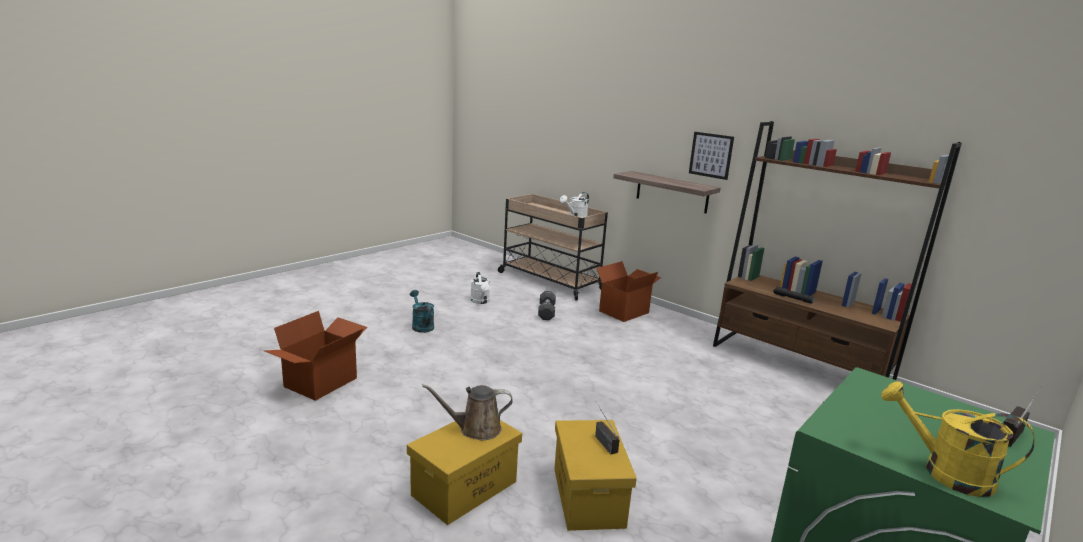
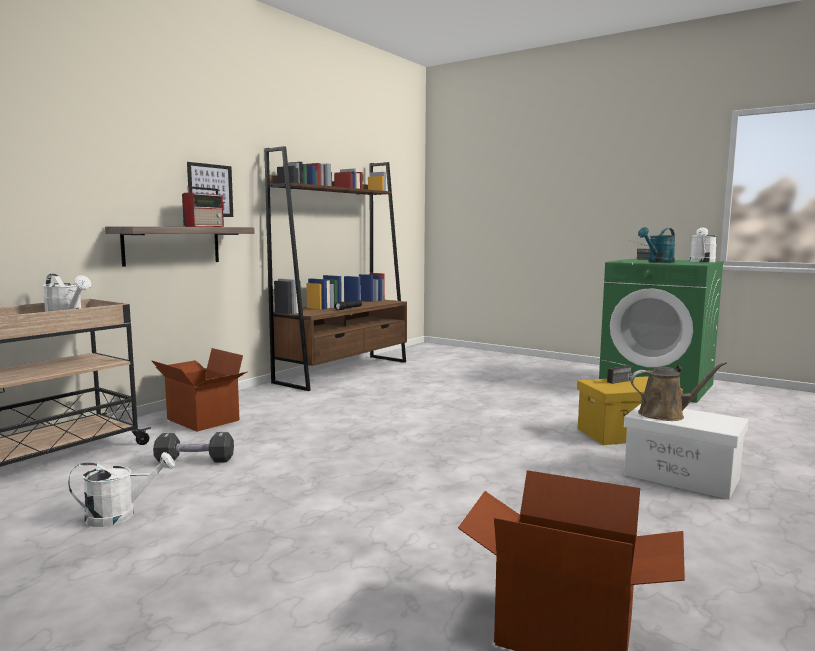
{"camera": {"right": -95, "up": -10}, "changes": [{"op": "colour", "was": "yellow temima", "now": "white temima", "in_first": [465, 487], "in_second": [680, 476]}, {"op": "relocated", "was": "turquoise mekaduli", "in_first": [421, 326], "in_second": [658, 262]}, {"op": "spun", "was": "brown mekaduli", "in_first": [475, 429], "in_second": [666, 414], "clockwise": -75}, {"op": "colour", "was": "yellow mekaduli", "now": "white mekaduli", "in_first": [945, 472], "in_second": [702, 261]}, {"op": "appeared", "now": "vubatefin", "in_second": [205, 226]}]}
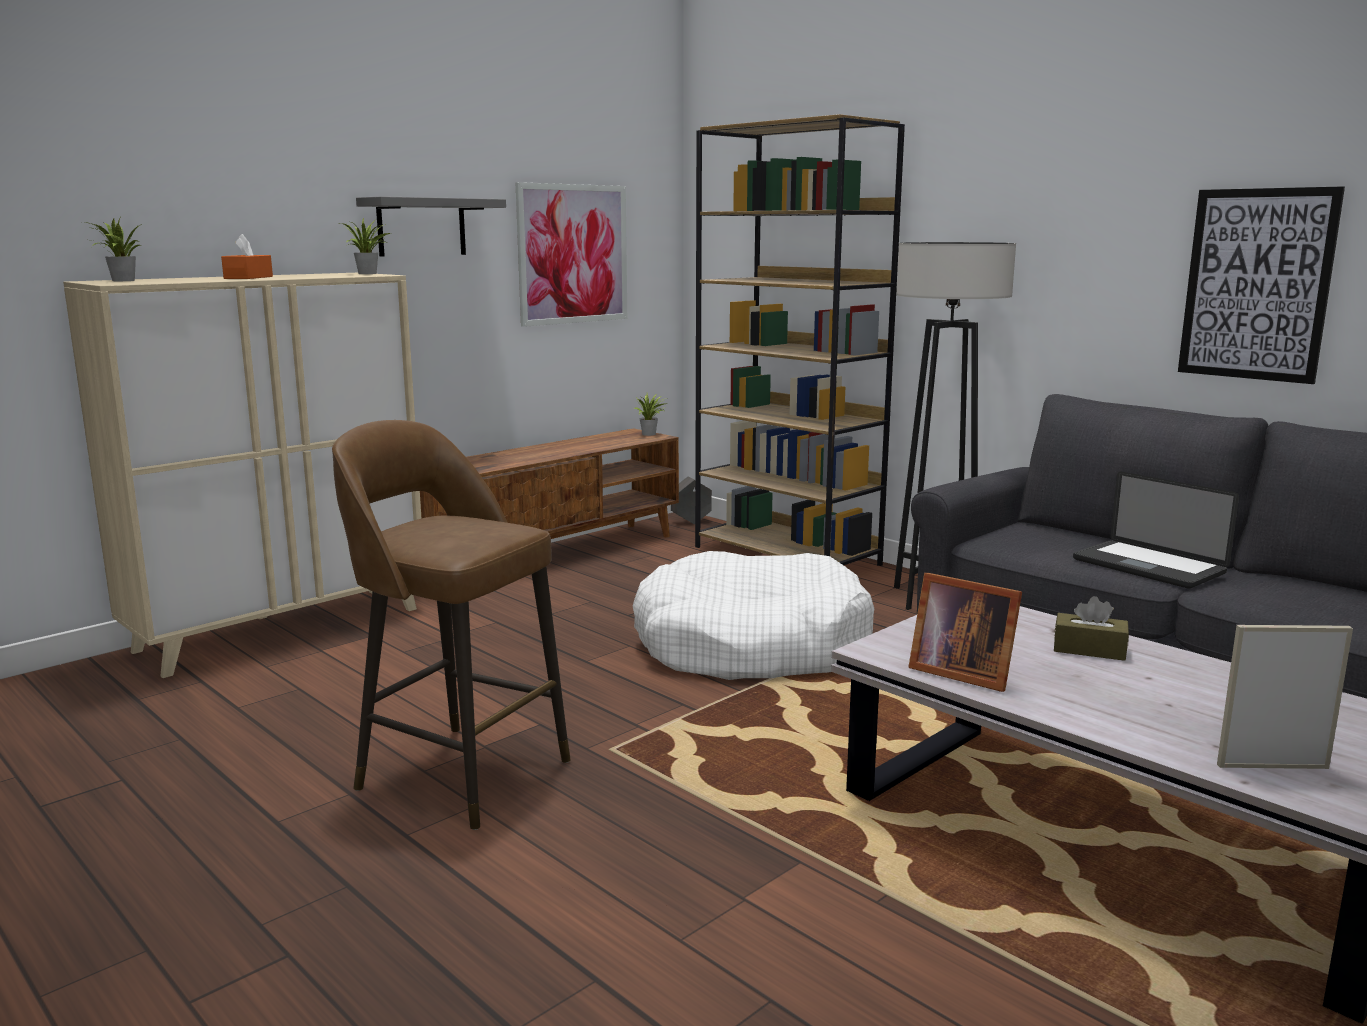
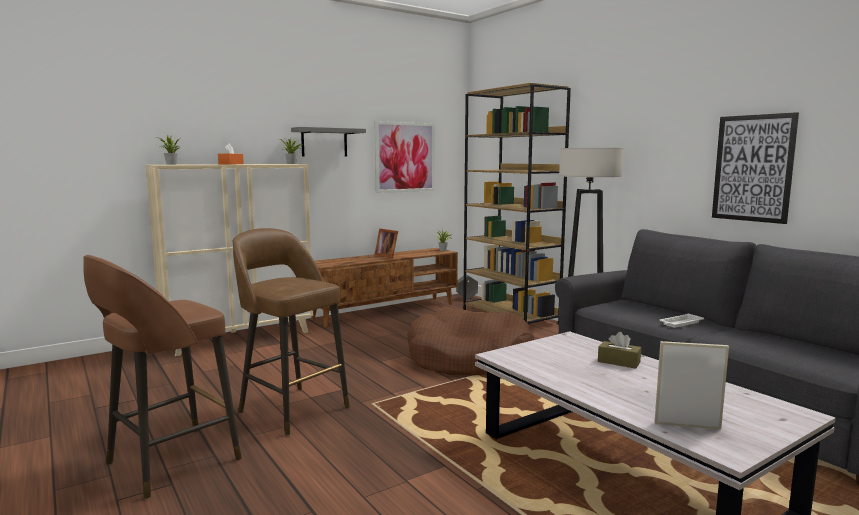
{"camera": {"right": 10, "up": -5}, "changes": [{"op": "colour", "was": "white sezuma", "now": "brown sezuma", "in_first": [751, 646], "in_second": [470, 359]}, {"op": "relocated", "was": "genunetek", "in_first": [959, 672], "in_second": [387, 255]}, {"op": "exchanged", "was": "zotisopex", "now": "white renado", "in_first": [1148, 566], "in_second": [680, 323]}, {"op": "appeared", "now": "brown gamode", "in_second": [169, 462]}]}
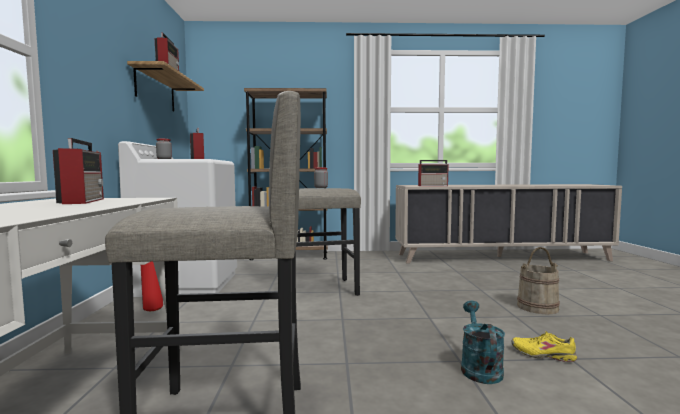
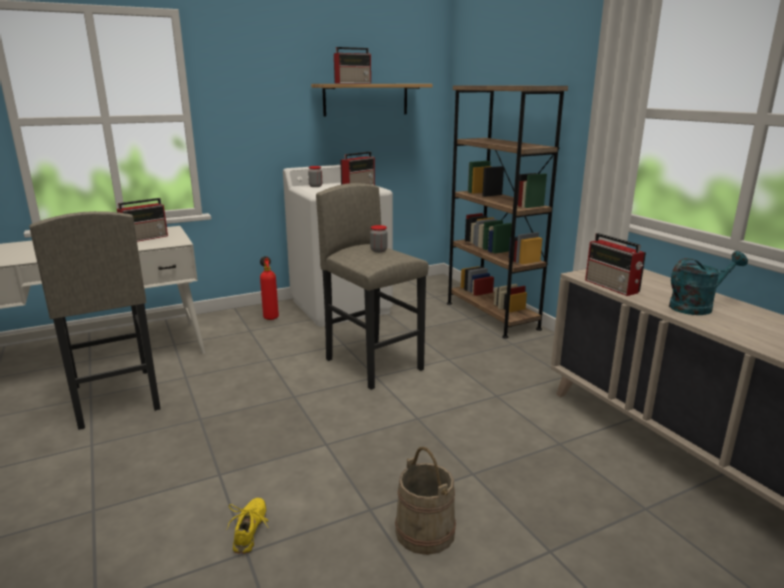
{"camera": {"right": 65, "up": 15}, "changes": [{"op": "relocated", "was": "turquoise mekaduli", "in_first": [479, 367], "in_second": [696, 306]}]}
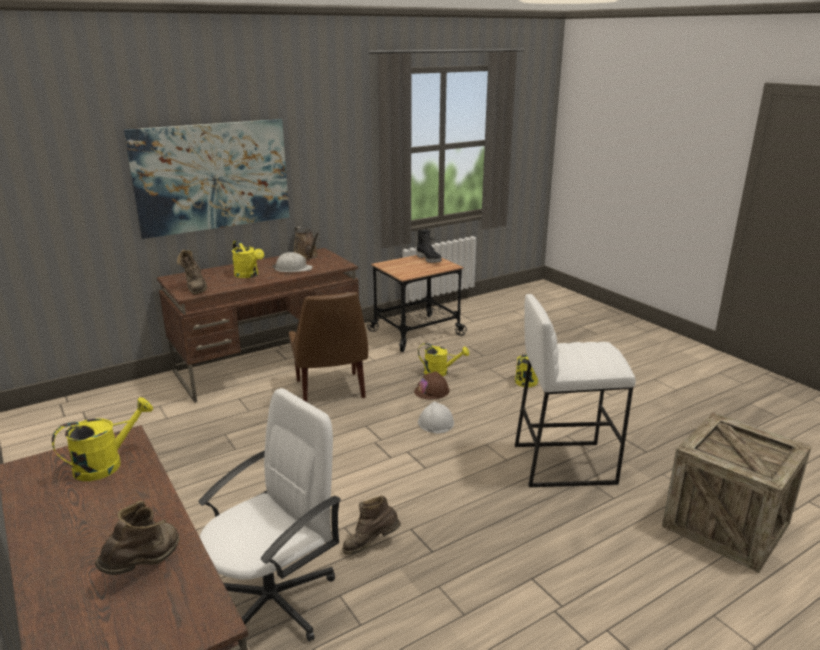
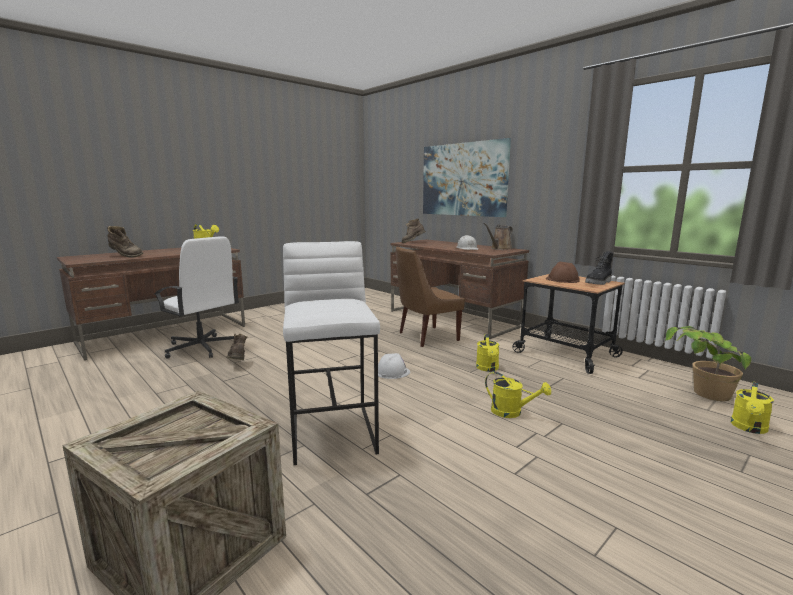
{"camera": {"right": 80, "up": -10}, "changes": [{"op": "relocated", "was": "yellow mekaduli", "in_first": [248, 275], "in_second": [749, 428]}, {"op": "relocated", "was": "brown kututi", "in_first": [432, 391], "in_second": [562, 280]}, {"op": "appeared", "now": "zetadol", "in_second": [697, 395]}]}
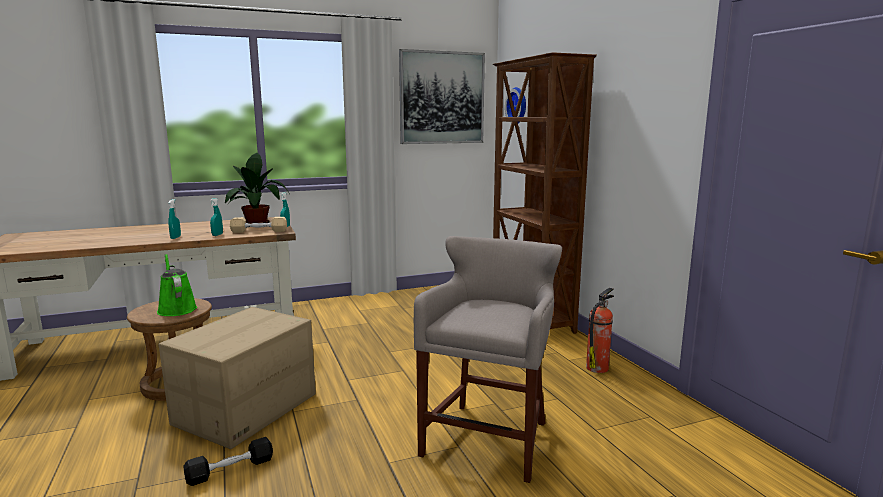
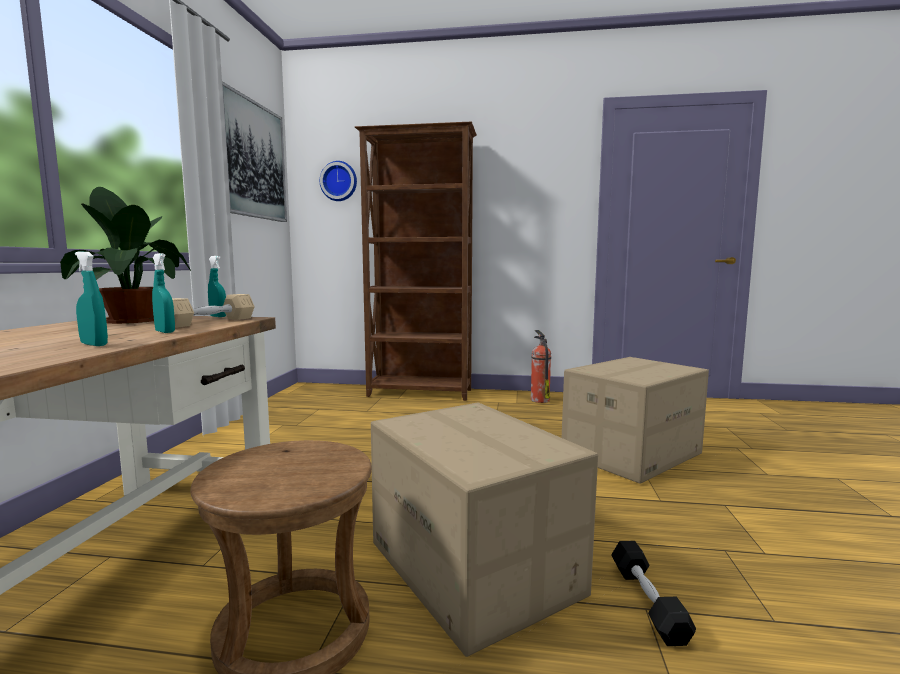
{"camera": {"right": -60, "up": -5}, "changes": [{"op": "missing", "was": "green mekaduli", "in_first": [176, 309]}, {"op": "exchanged", "was": "grey gamode", "now": "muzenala", "in_first": [489, 437], "in_second": [630, 453]}]}
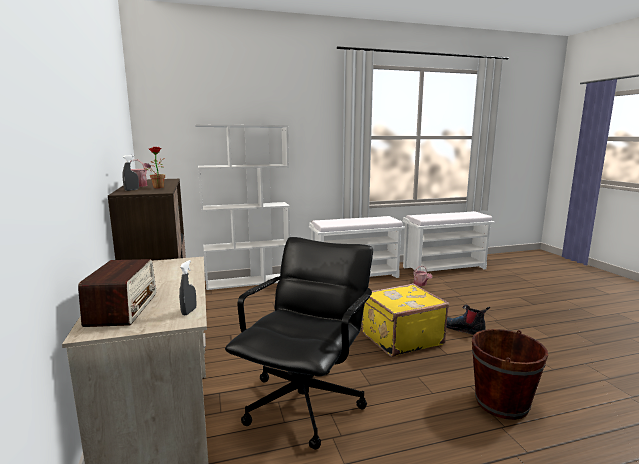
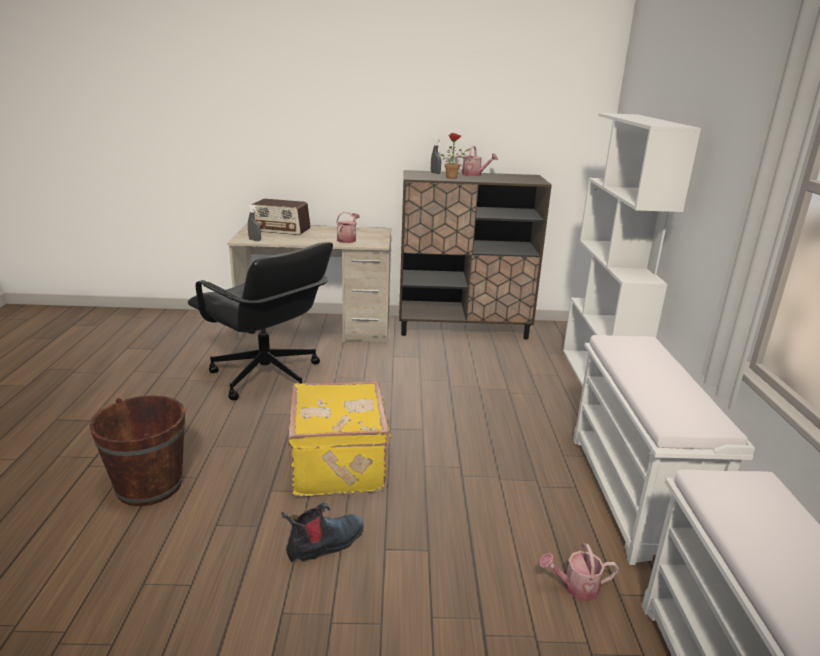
{"camera": {"right": 105, "up": 10}, "changes": [{"op": "appeared", "now": "mekaduli", "in_second": [347, 239]}]}
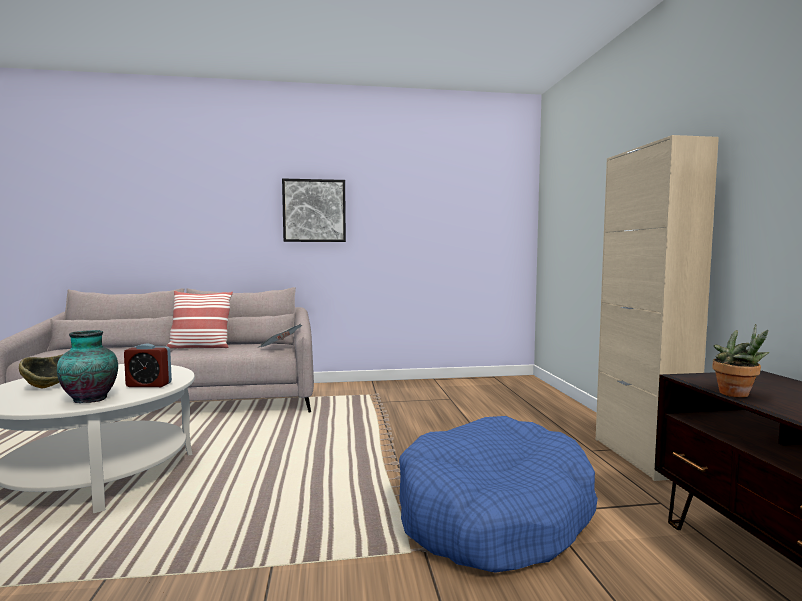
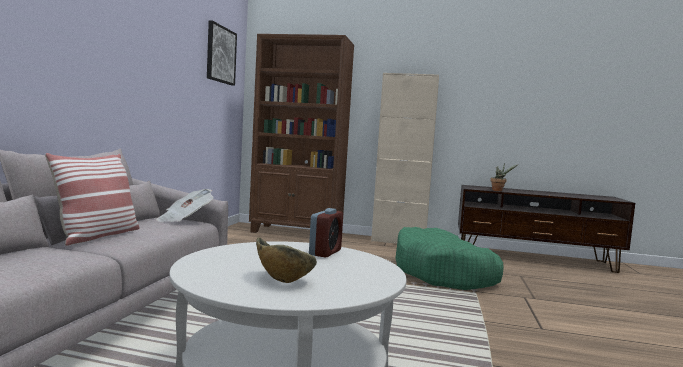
{"camera": {"right": -70, "up": 0}, "changes": [{"op": "missing", "was": "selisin", "in_first": [90, 399]}, {"op": "relocated", "was": "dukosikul", "in_first": [314, 211], "in_second": [220, 54]}, {"op": "colour", "was": "blue sezuma", "now": "green sezuma", "in_first": [493, 513], "in_second": [443, 274]}, {"op": "appeared", "now": "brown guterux", "in_second": [297, 233]}]}
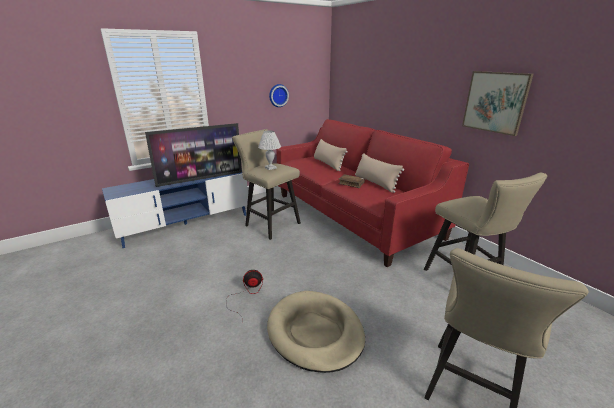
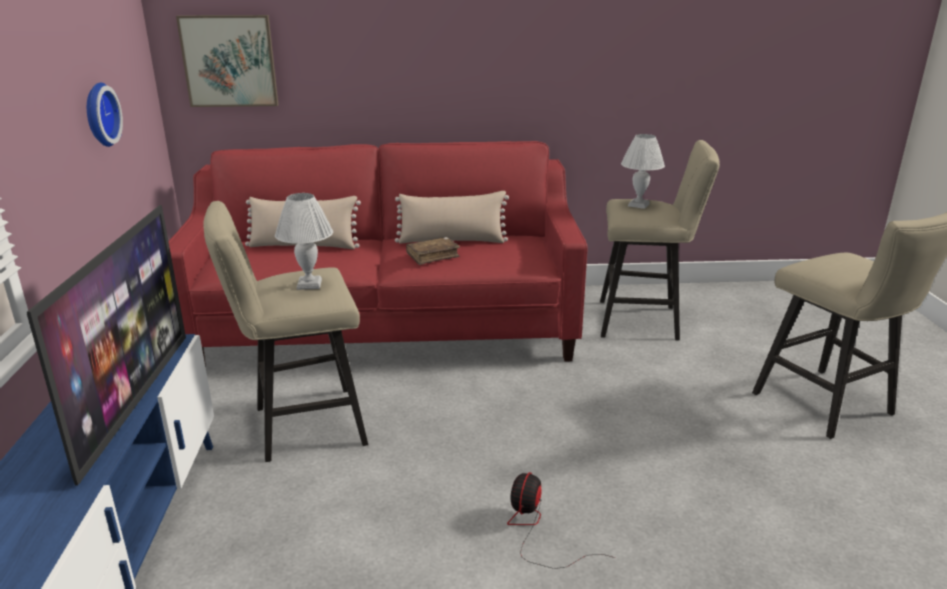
{"camera": {"right": -60, "up": 0}, "changes": [{"op": "missing", "was": "beige sezuma", "in_first": [315, 332]}, {"op": "relocated", "was": "dukosikul", "in_first": [495, 102], "in_second": [229, 61]}, {"op": "appeared", "now": "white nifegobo", "in_second": [638, 205]}]}
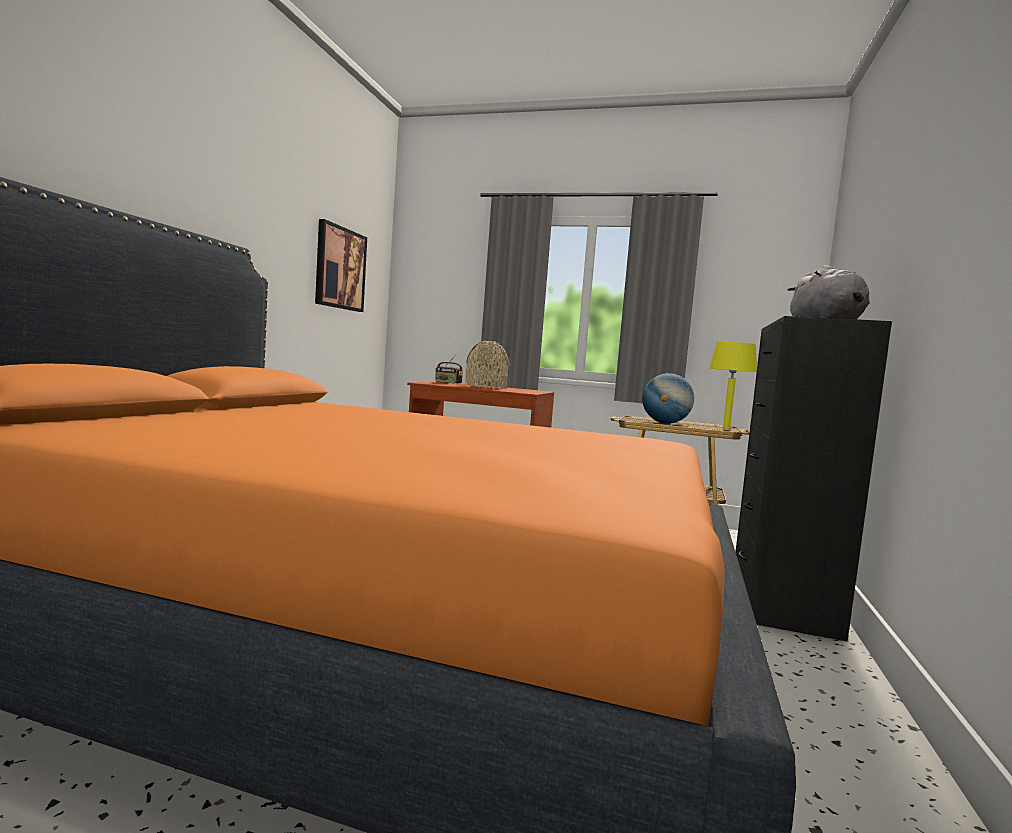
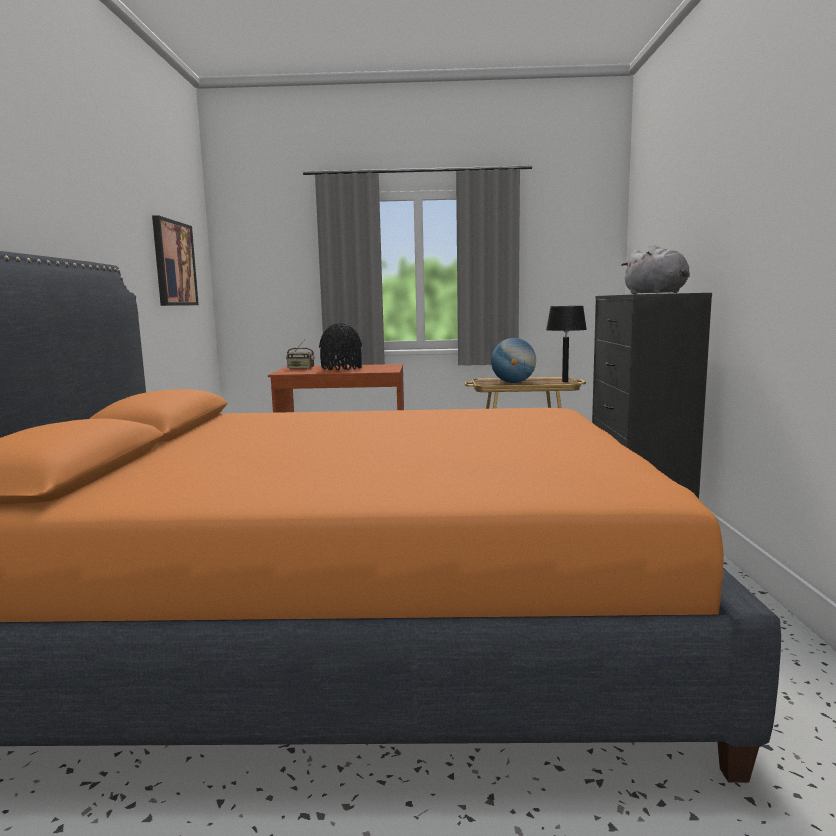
{"camera": {"right": -15, "up": 5}, "changes": [{"op": "colour", "was": "beige selisin", "now": "black selisin", "in_first": [486, 387], "in_second": [341, 368]}, {"op": "colour", "was": "yellow nifegobo", "now": "black nifegobo", "in_first": [726, 429], "in_second": [565, 381]}]}
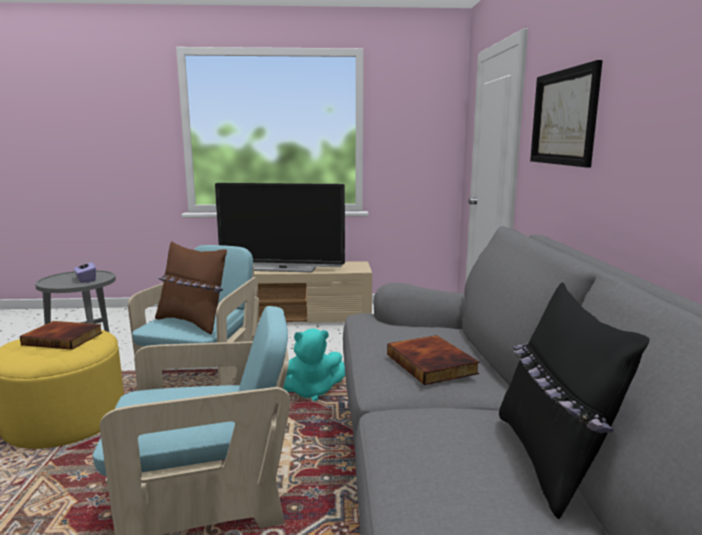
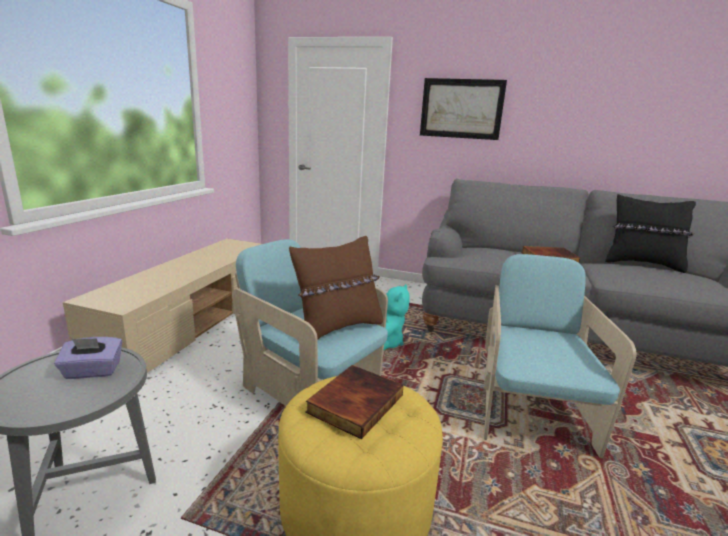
{"camera": {"right": -70, "up": 5}, "changes": [{"op": "missing", "was": "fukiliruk", "in_first": [282, 269]}]}
